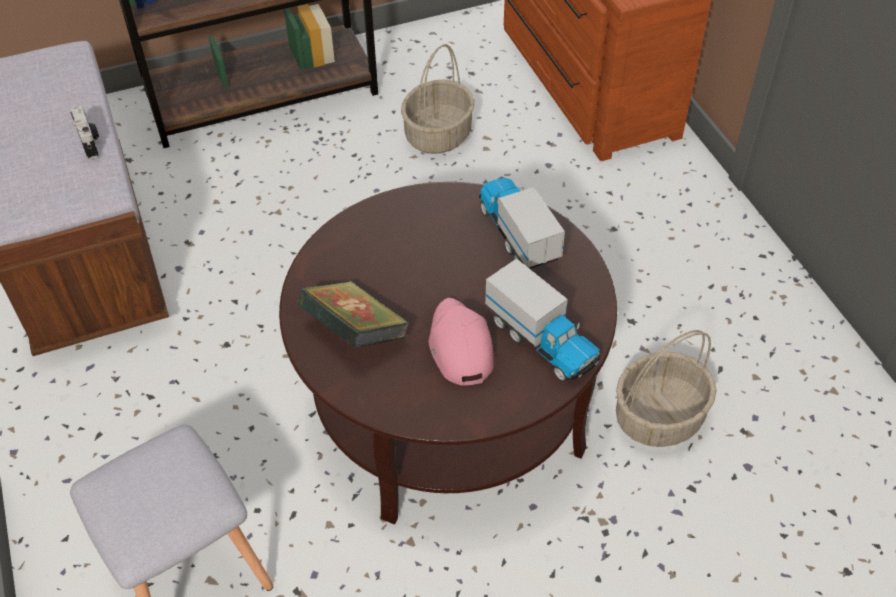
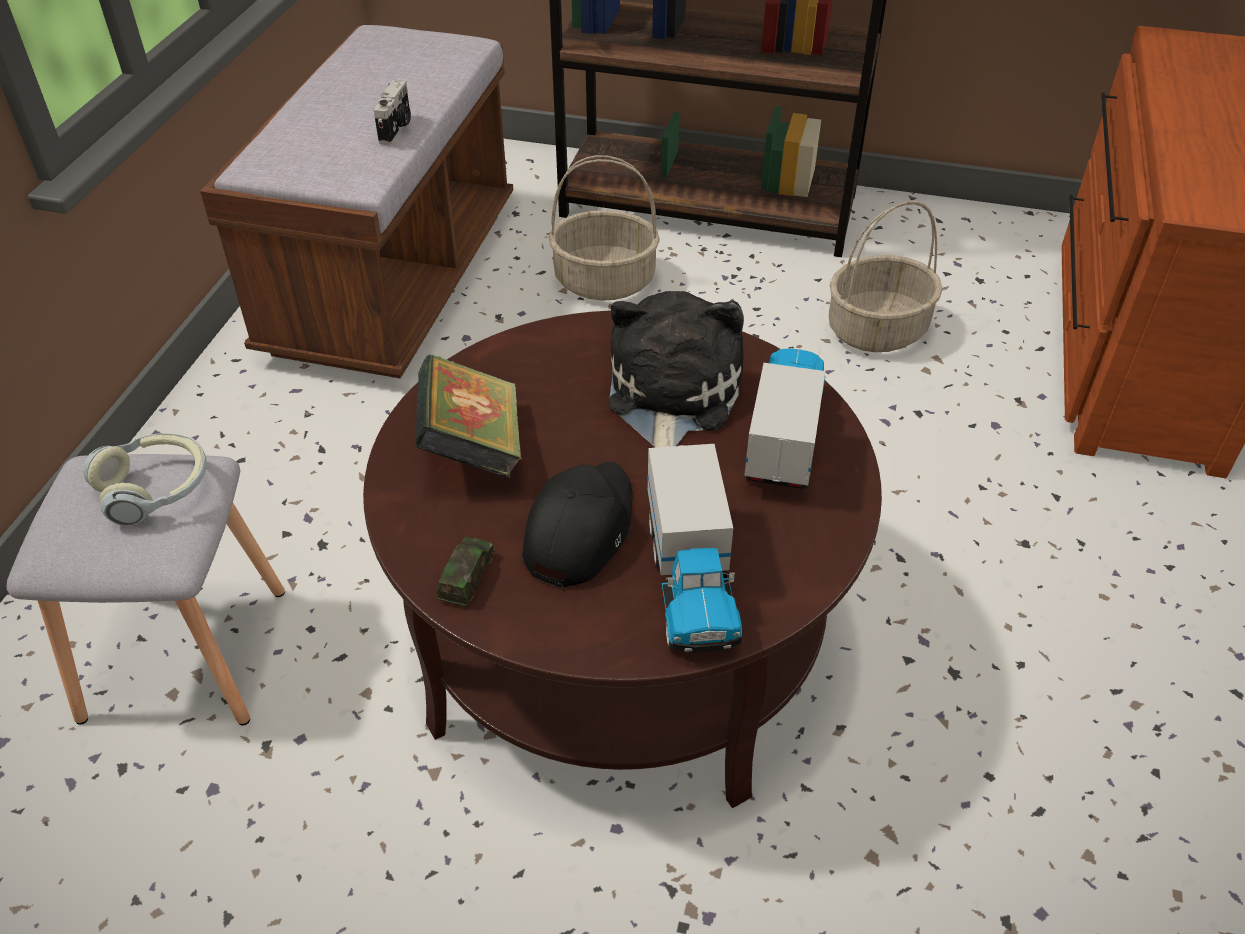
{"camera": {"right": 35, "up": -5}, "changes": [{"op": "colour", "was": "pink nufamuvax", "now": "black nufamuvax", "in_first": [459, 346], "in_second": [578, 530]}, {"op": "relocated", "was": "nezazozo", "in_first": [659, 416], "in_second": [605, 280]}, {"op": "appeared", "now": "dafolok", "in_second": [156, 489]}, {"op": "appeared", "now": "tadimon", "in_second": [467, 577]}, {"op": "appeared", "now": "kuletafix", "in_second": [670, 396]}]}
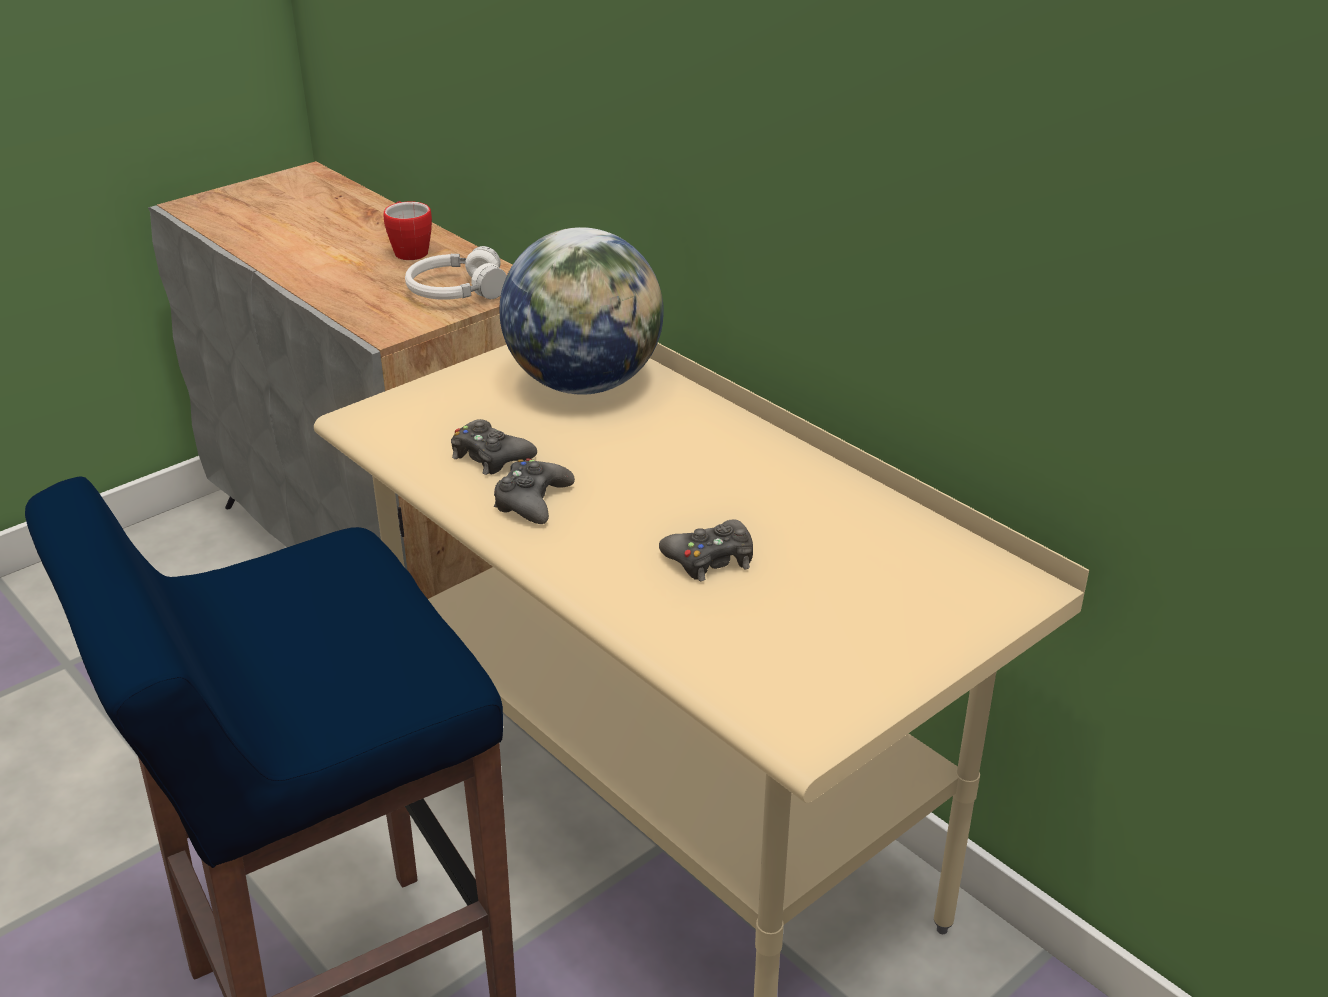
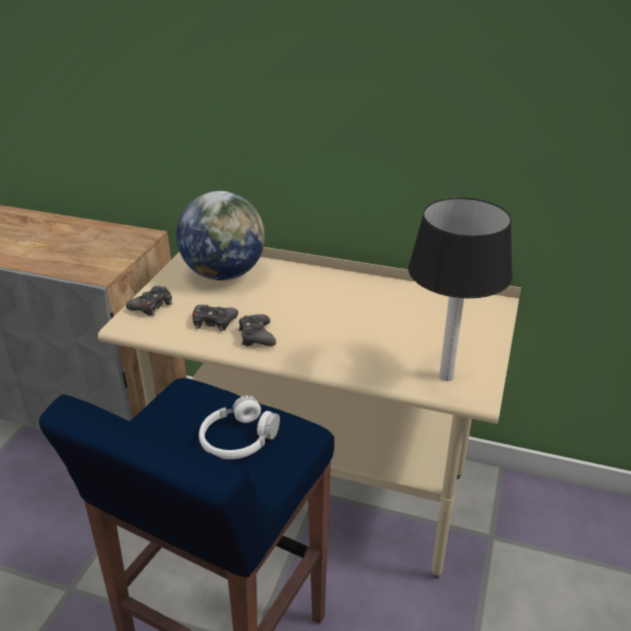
{"camera": {"right": -30, "up": 0}, "changes": [{"op": "missing", "was": "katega", "in_first": [409, 250]}, {"op": "relocated", "was": "white dafolok", "in_first": [456, 291], "in_second": [238, 439]}, {"op": "relocated", "was": "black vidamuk", "in_first": [710, 559], "in_second": [152, 306]}, {"op": "appeared", "now": "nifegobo", "in_second": [447, 377]}]}
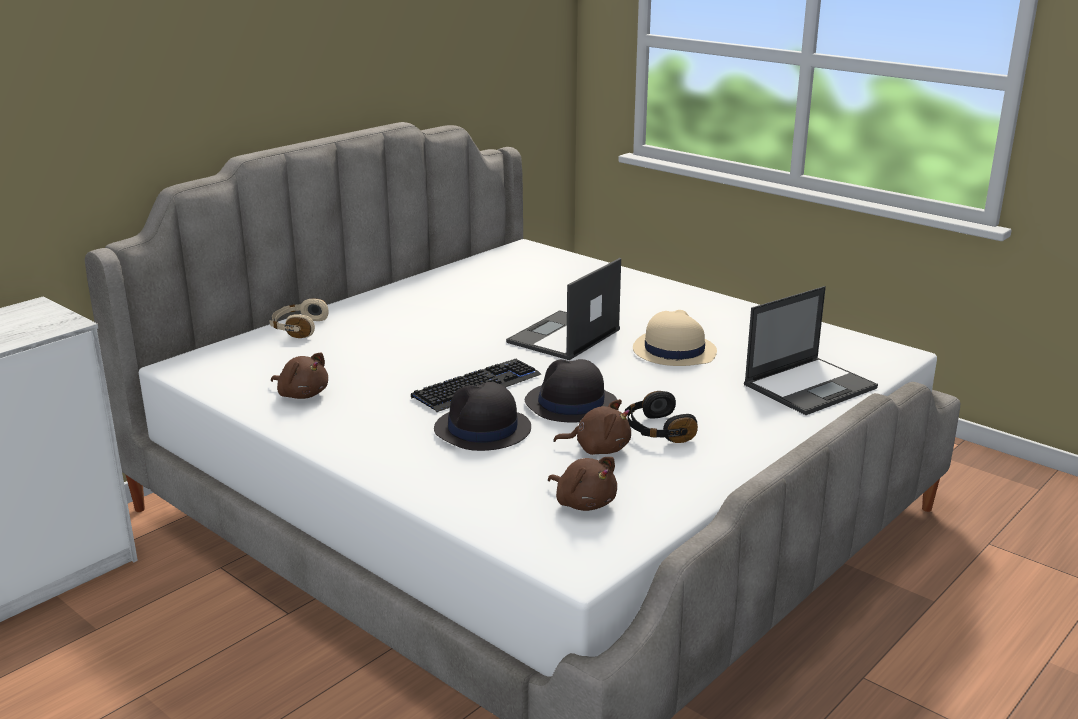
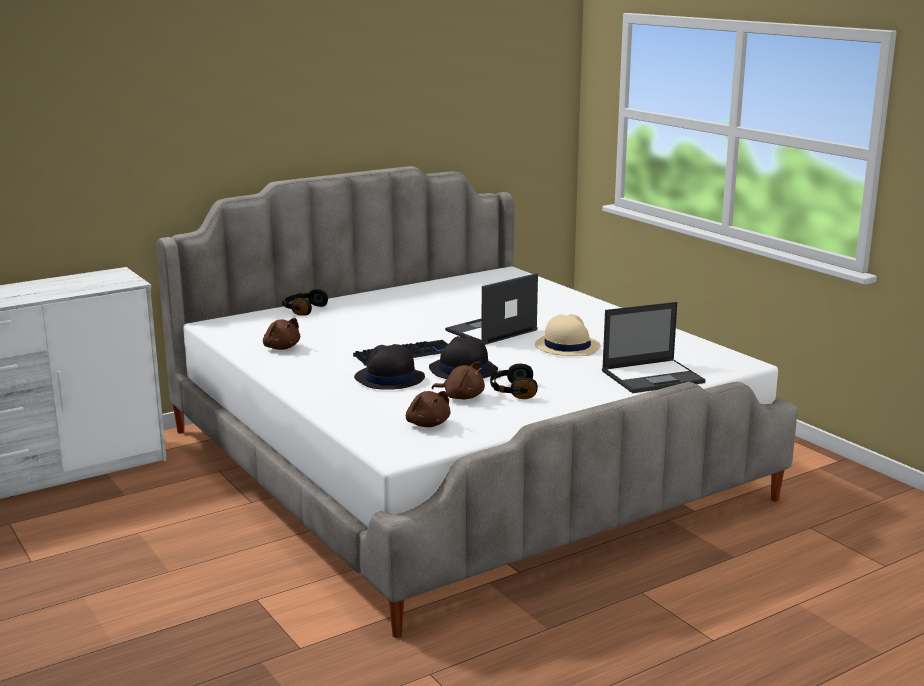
{"camera": {"right": 15, "up": -5}, "changes": [{"op": "colour", "was": "beige dafolok", "now": "black dafolok", "in_first": [298, 328], "in_second": [303, 309]}]}
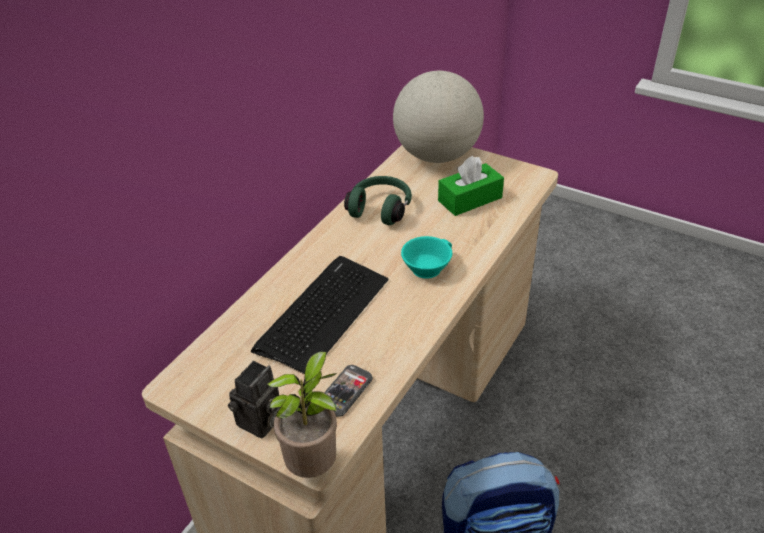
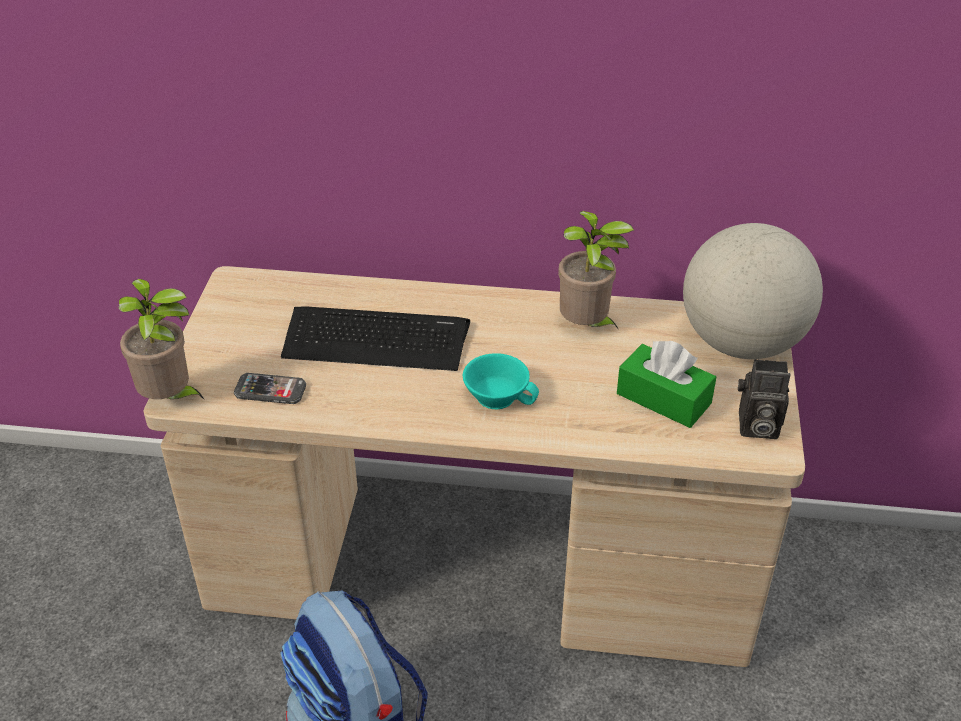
{"camera": {"right": 65, "up": 0}, "changes": [{"op": "relocated", "was": "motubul", "in_first": [260, 423], "in_second": [755, 427]}, {"op": "exchanged", "was": "green dafolok", "now": "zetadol", "in_first": [380, 208], "in_second": [586, 327]}]}
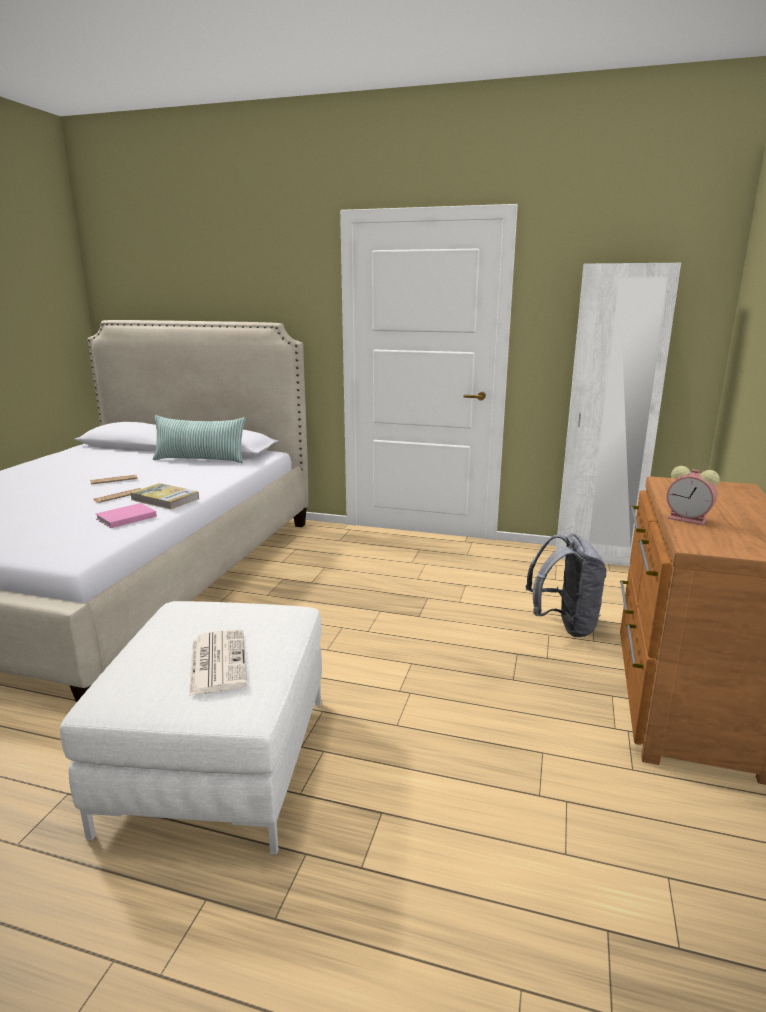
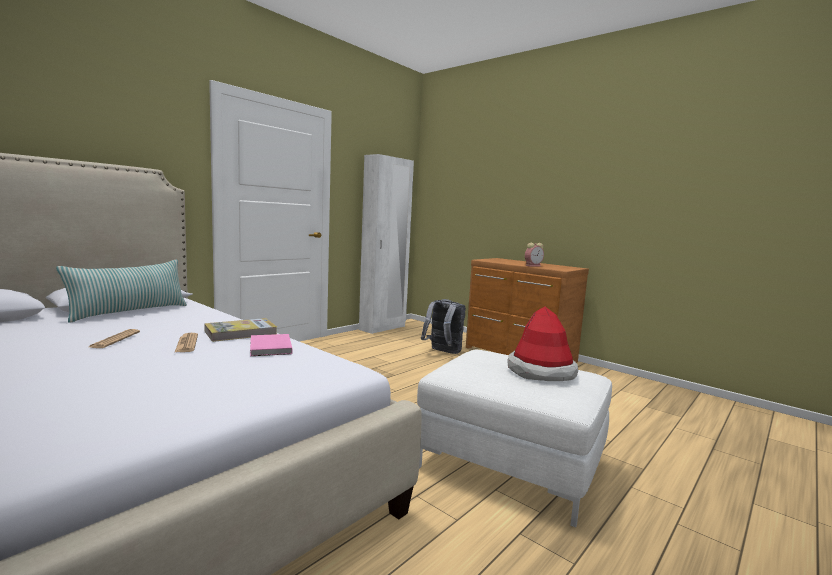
{"camera": {"right": -65, "up": -10}, "changes": [{"op": "exchanged", "was": "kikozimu", "now": "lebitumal", "in_first": [217, 661], "in_second": [541, 371]}]}
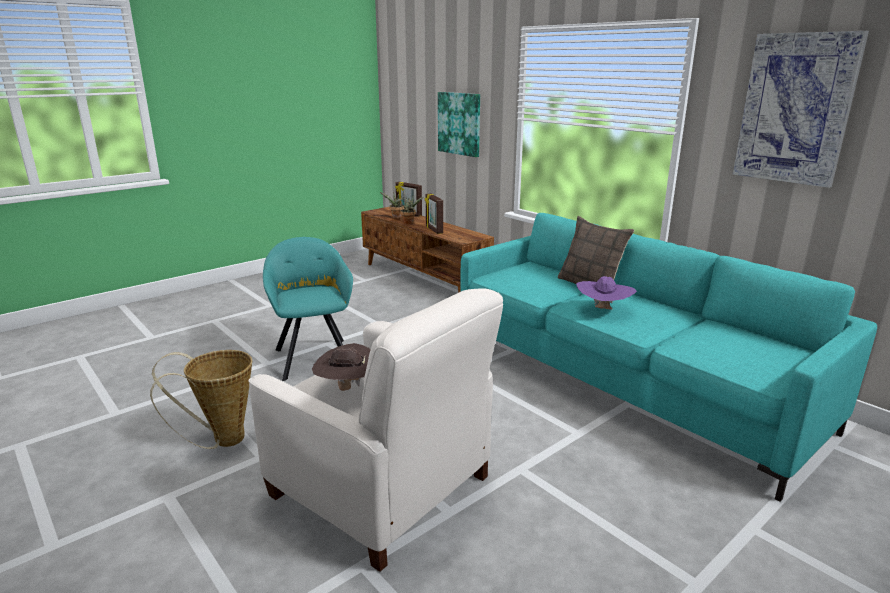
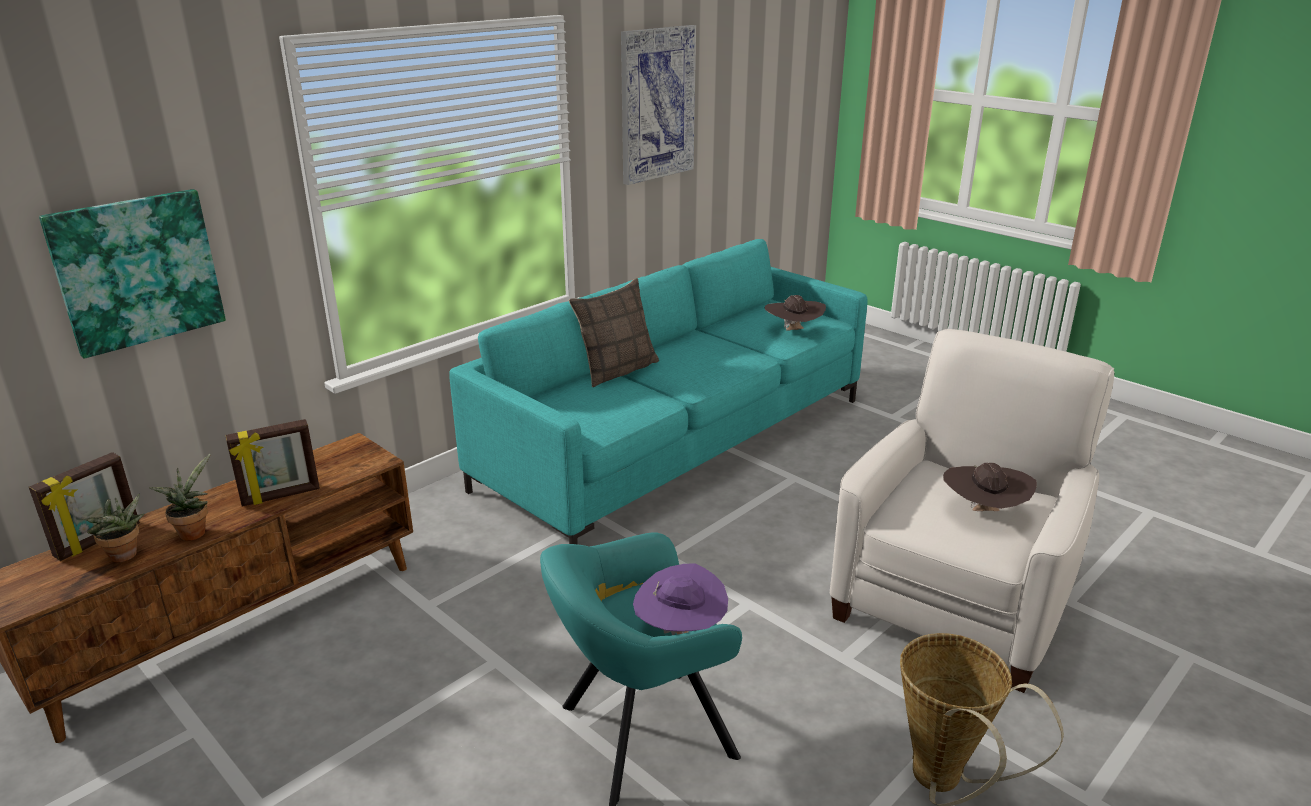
{"camera": {"right": -95, "up": 5}, "changes": [{"op": "relocated", "was": "purple lebitumal", "in_first": [603, 310], "in_second": [680, 631]}, {"op": "appeared", "now": "brown lebitumal", "in_second": [793, 331]}]}
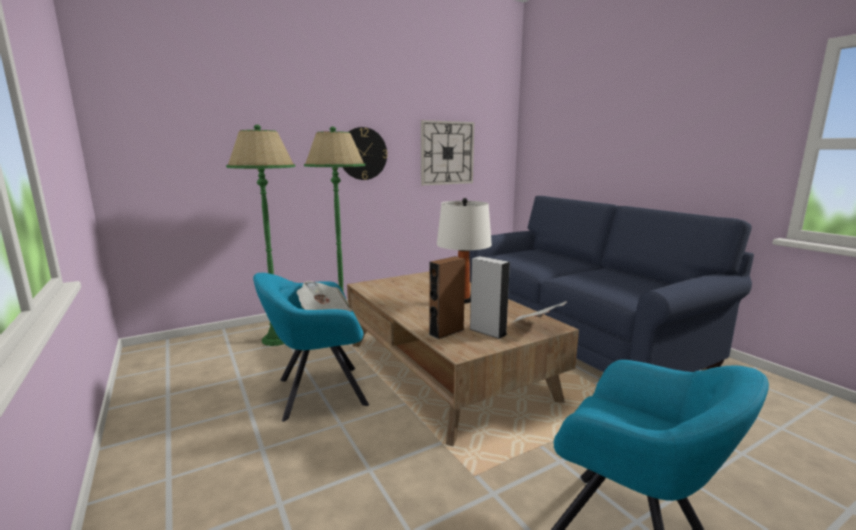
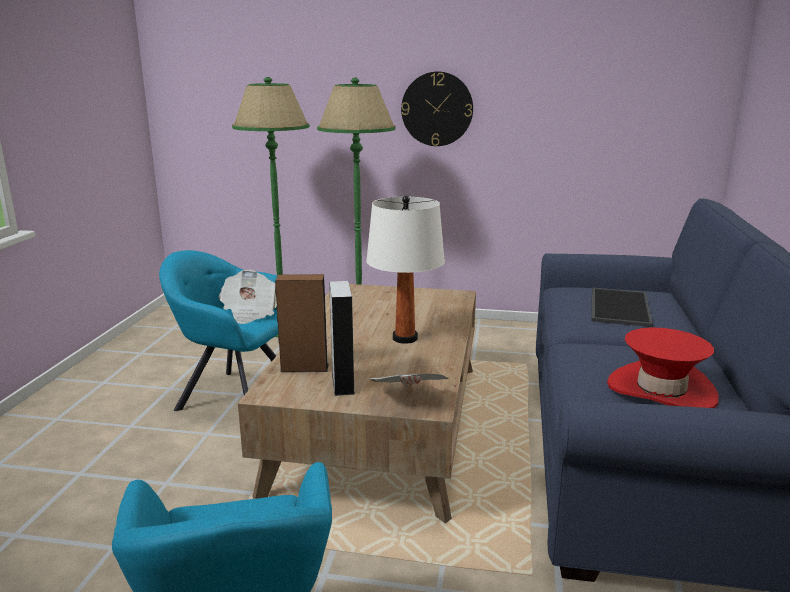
{"camera": {"right": 40, "up": 5}, "changes": [{"op": "missing", "was": "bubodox", "in_first": [447, 153]}, {"op": "appeared", "now": "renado", "in_second": [618, 307]}, {"op": "appeared", "now": "red lebitumal", "in_second": [661, 390]}]}
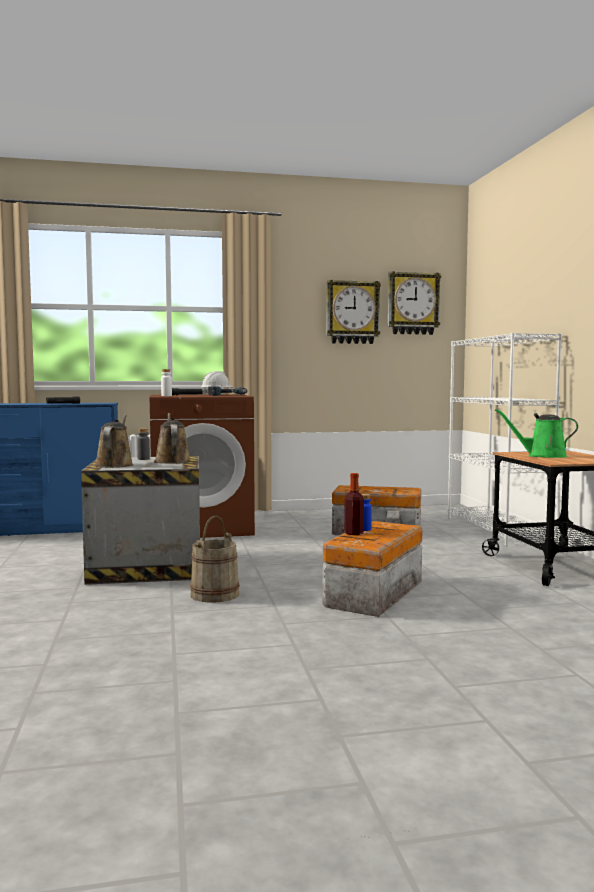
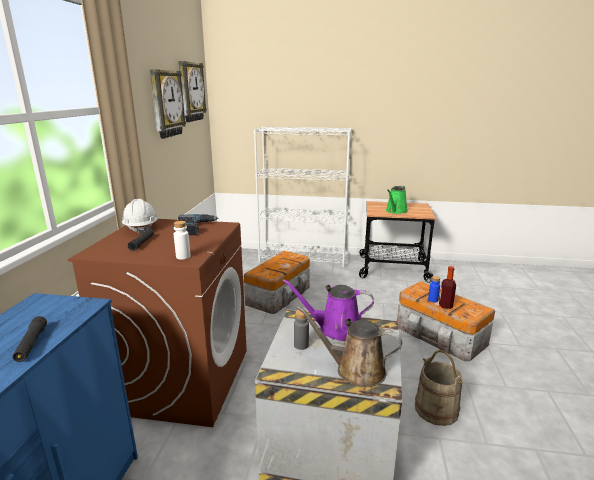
{"camera": {"right": -70, "up": 15}, "changes": [{"op": "colour", "was": "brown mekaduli", "now": "purple mekaduli", "in_first": [172, 461], "in_second": [335, 329]}]}
